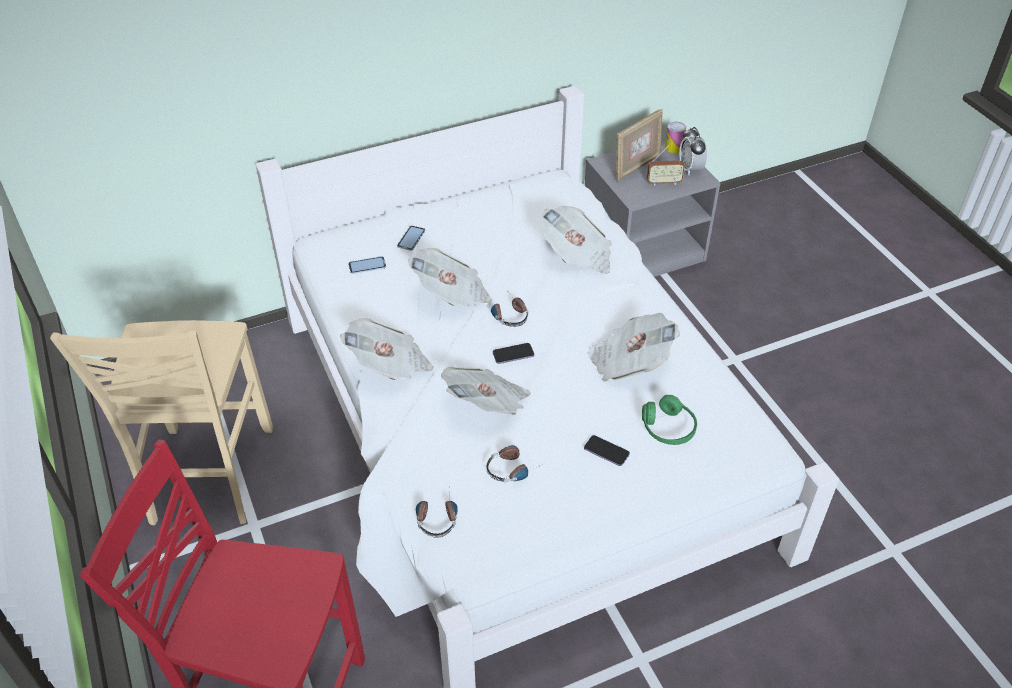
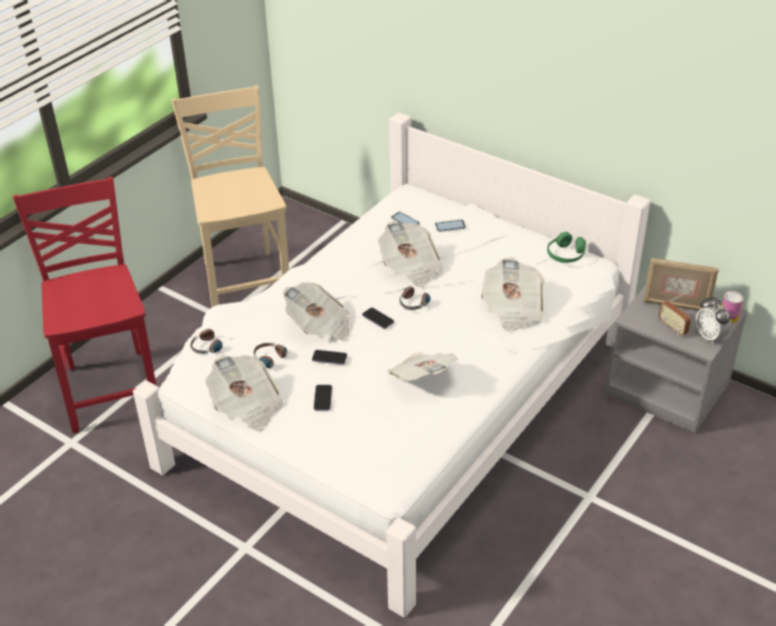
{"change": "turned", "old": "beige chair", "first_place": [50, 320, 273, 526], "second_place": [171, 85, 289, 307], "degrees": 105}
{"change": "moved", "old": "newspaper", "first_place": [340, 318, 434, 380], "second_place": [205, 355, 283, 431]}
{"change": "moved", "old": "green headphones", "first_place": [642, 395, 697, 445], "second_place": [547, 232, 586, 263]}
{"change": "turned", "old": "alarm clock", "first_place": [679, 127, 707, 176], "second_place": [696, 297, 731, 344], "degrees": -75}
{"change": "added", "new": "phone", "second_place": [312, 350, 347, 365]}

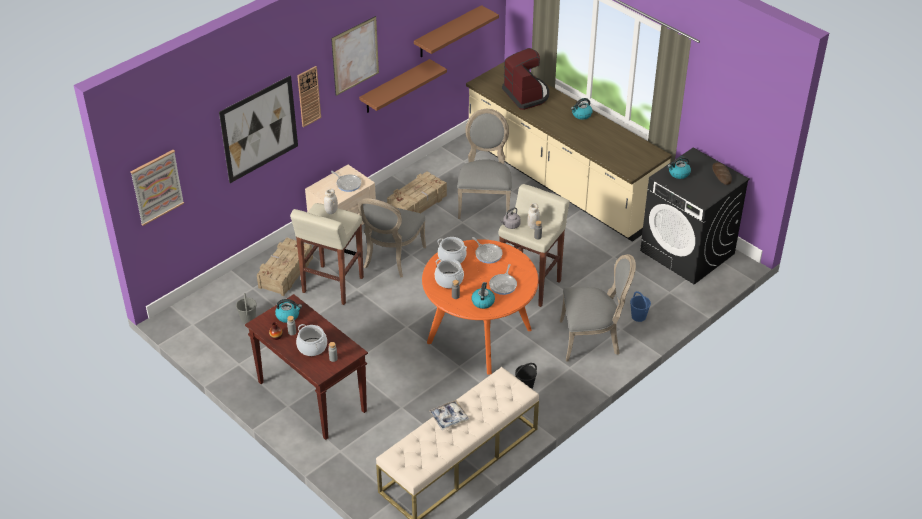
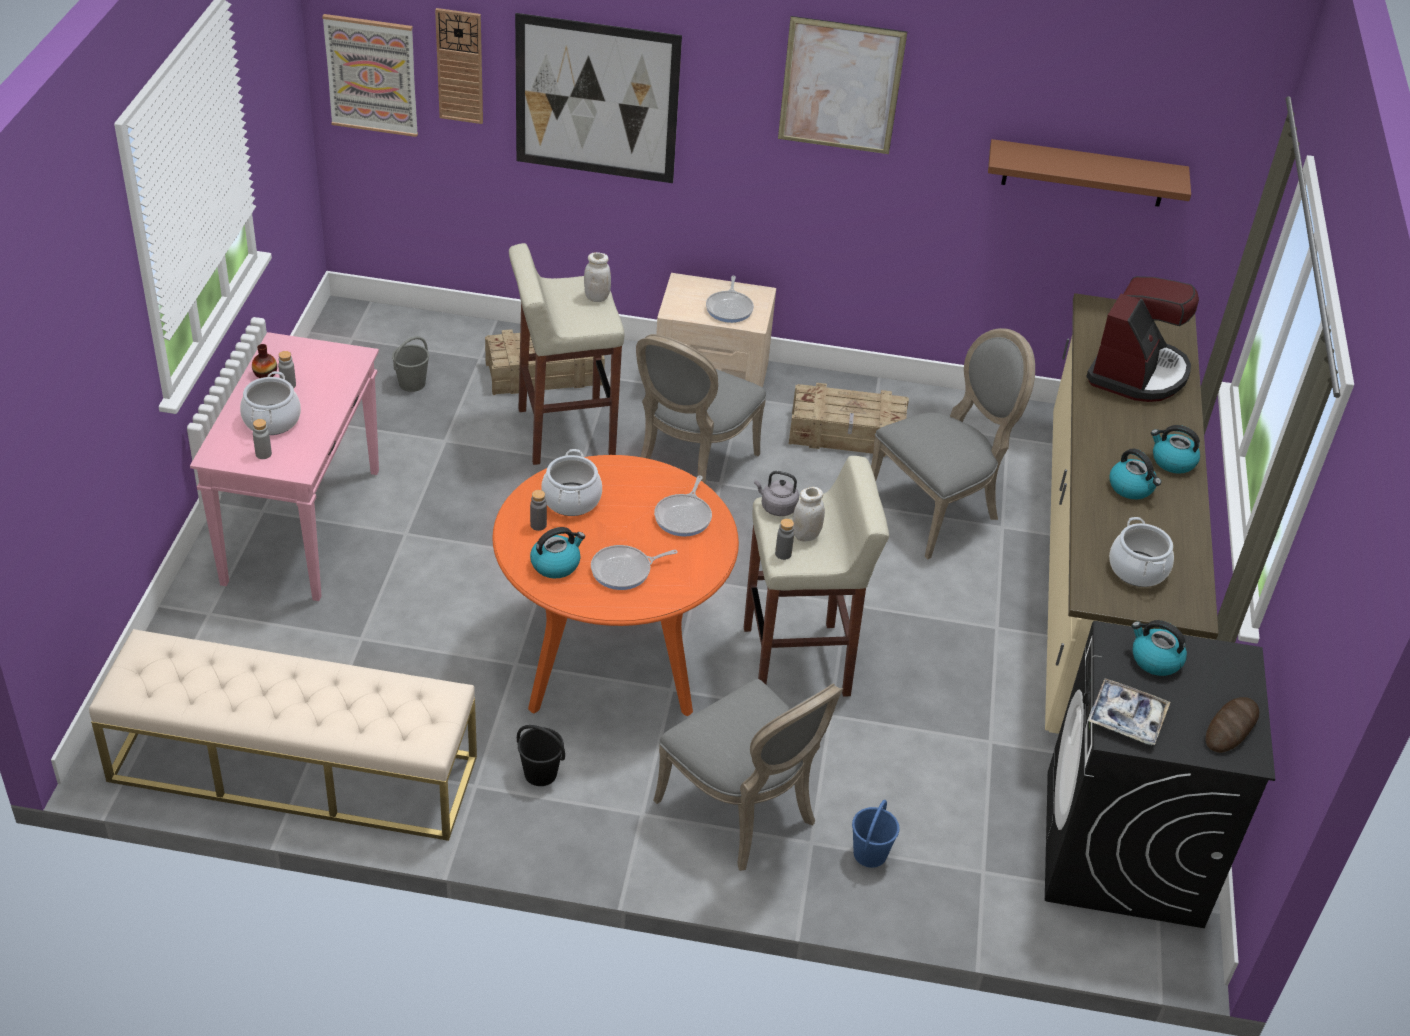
{"change": "recoloured", "old": "brown console table", "new": "pink console table", "first_place": [245, 294, 368, 440], "second_place": [190, 332, 379, 601]}
{"change": "moved", "old": "kettle", "first_place": [275, 299, 302, 323], "second_place": [1109, 449, 1161, 499]}
{"change": "moved", "old": "wall clock", "first_place": [297, 66, 321, 127], "second_place": [435, 8, 483, 124]}
{"change": "turned", "old": "grey chair", "first_place": [358, 198, 426, 277], "second_place": [636, 334, 767, 484], "degrees": -45}
{"change": "removed", "old": "brown shelf", "first_place": [359, 59, 447, 113]}
{"change": "moved", "old": "tray", "first_place": [429, 400, 469, 430], "second_place": [1087, 678, 1171, 745]}
{"change": "moved", "old": "cooking pot", "first_place": [437, 237, 467, 263], "second_place": [1109, 517, 1174, 587]}

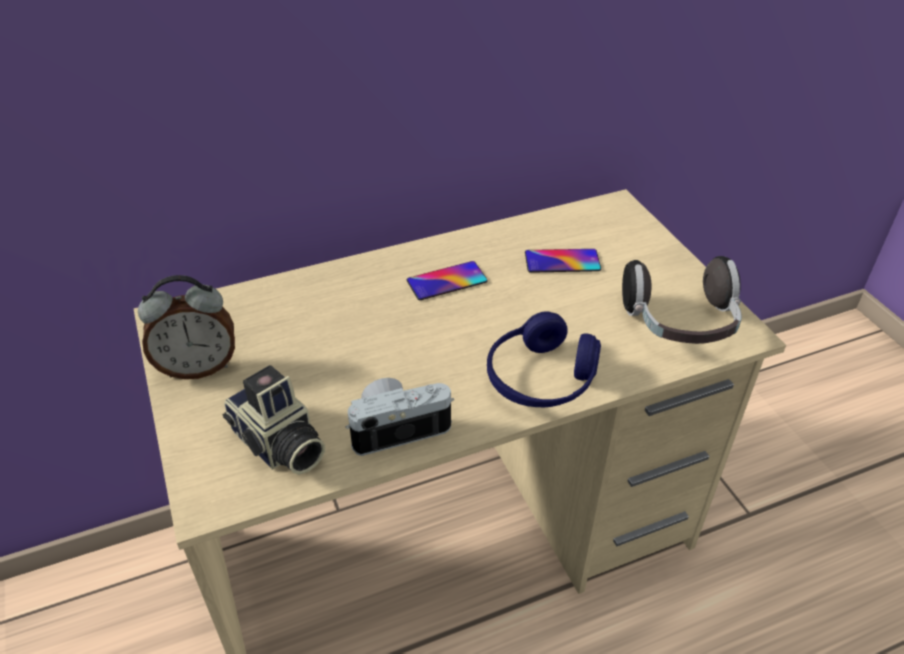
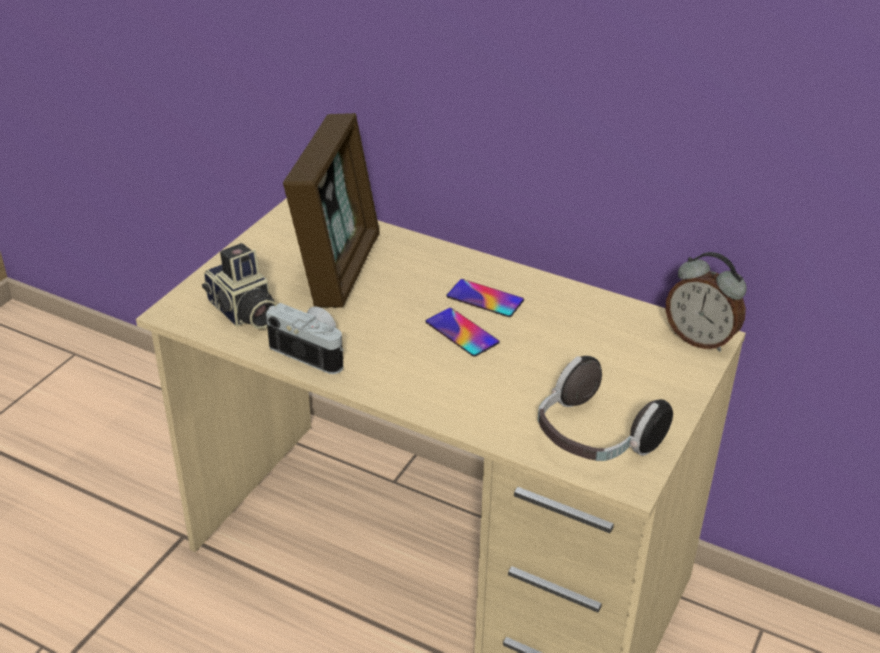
{"change": "moved", "old": "alarm clock", "first_place": [138, 275, 235, 379], "second_place": [666, 252, 747, 352]}
{"change": "turned", "old": "photo camera", "first_place": [222, 365, 325, 475], "second_place": [202, 243, 277, 329], "degrees": -45}
{"change": "removed", "old": "blue headphones", "first_place": [487, 311, 601, 407]}
{"change": "moved", "old": "phone", "first_place": [525, 249, 601, 273], "second_place": [426, 308, 500, 357]}
{"change": "added", "new": "picture frame", "second_place": [283, 113, 380, 308]}

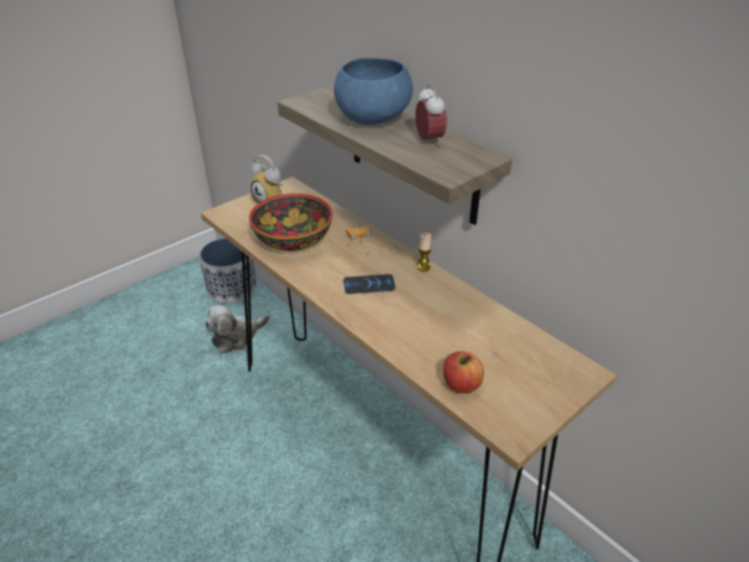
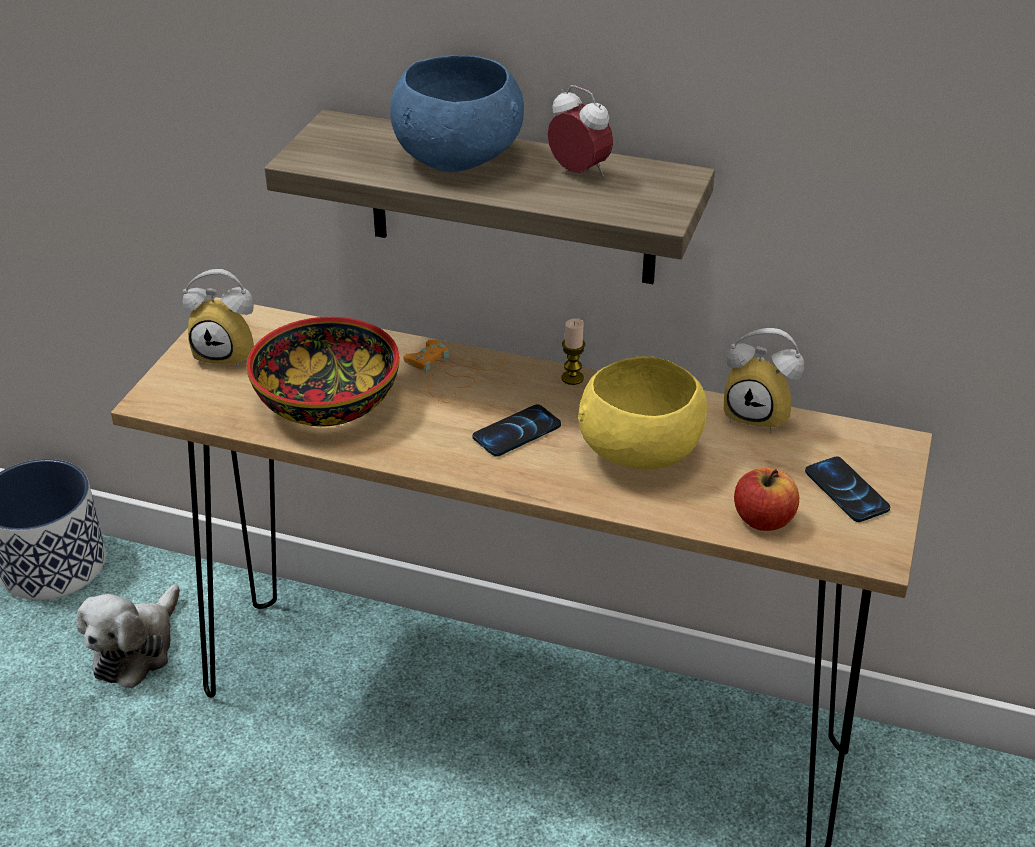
{"change": "added", "new": "yellow bowl", "second_place": [578, 356, 707, 470]}
{"change": "added", "new": "alarm clock", "second_place": [724, 328, 804, 432]}
{"change": "added", "new": "phone", "second_place": [805, 456, 890, 522]}

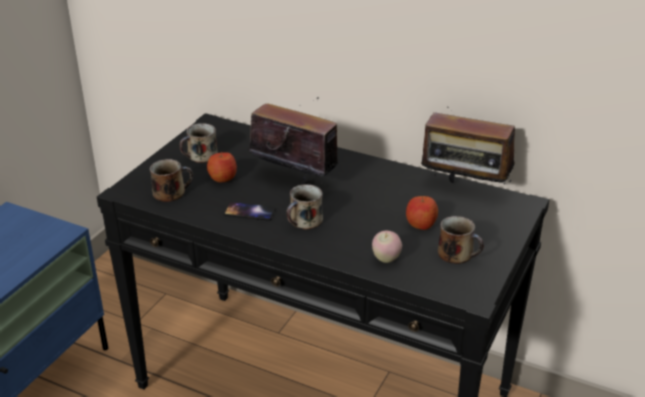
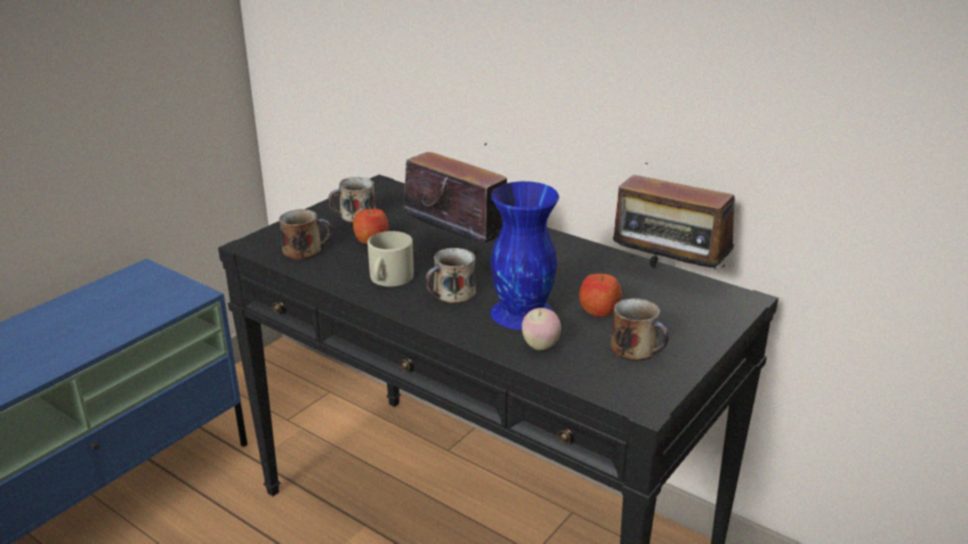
{"change": "replaced", "old": "phone", "new": "beige mug", "first_place": [224, 202, 276, 221], "second_place": [367, 231, 414, 287]}
{"change": "added", "new": "blue vase", "second_place": [490, 181, 559, 330]}

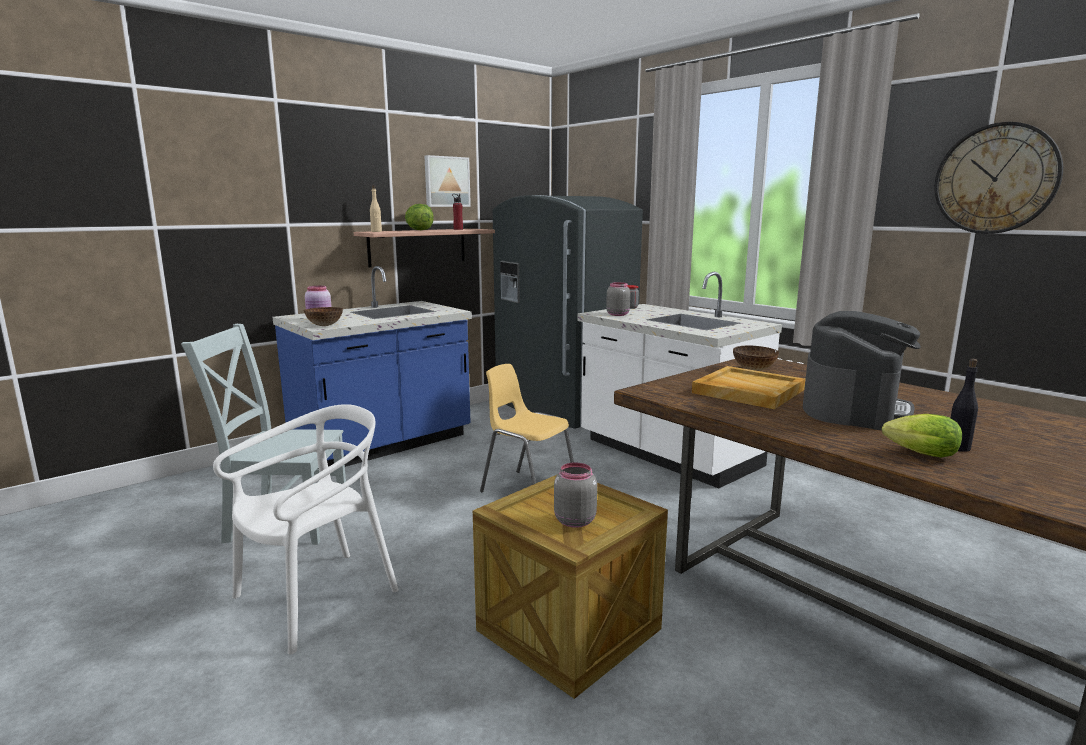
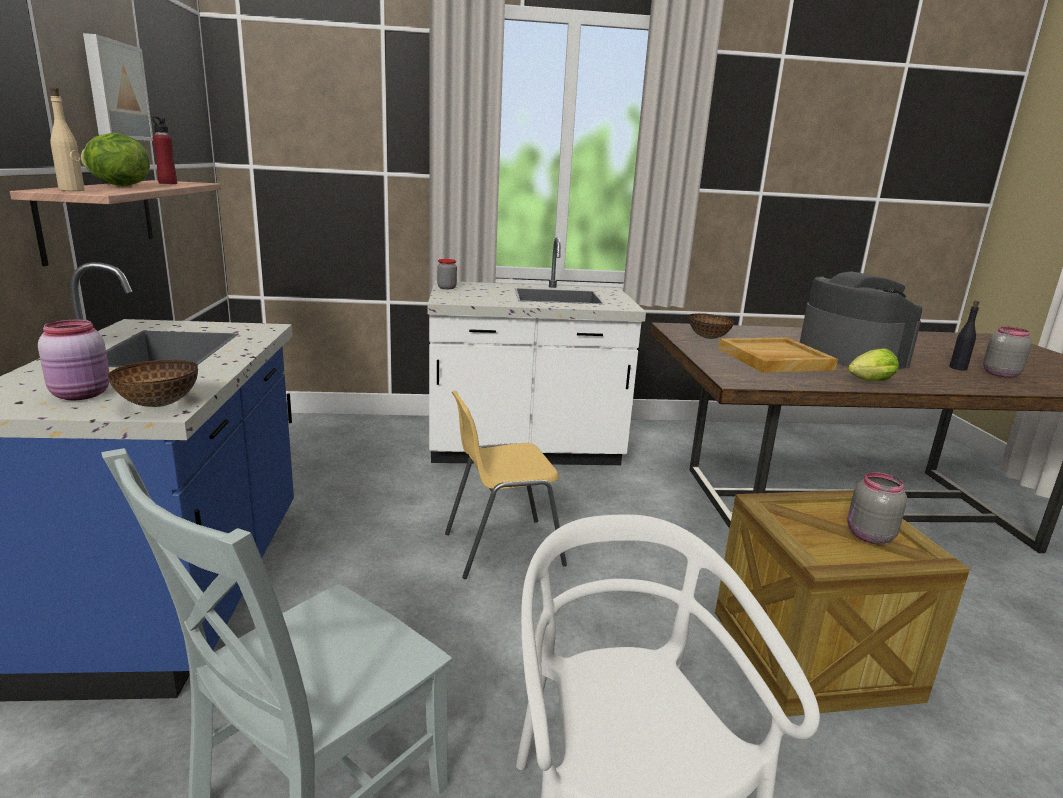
{"change": "removed", "old": "grey fridge", "first_place": [493, 195, 643, 429]}
{"change": "moved", "old": "grey jar", "first_place": [606, 282, 630, 316], "second_place": [983, 326, 1032, 378]}
{"change": "moved", "old": "lettuce", "first_place": [882, 414, 962, 458], "second_place": [848, 348, 899, 381]}
{"change": "removed", "old": "wall clock", "first_place": [935, 122, 1063, 234]}

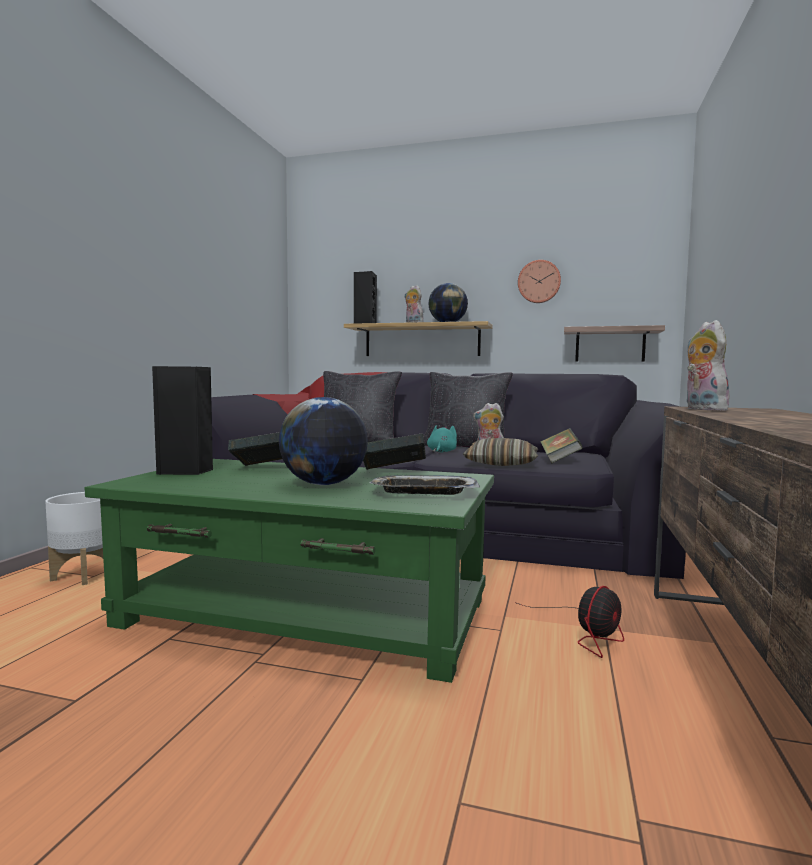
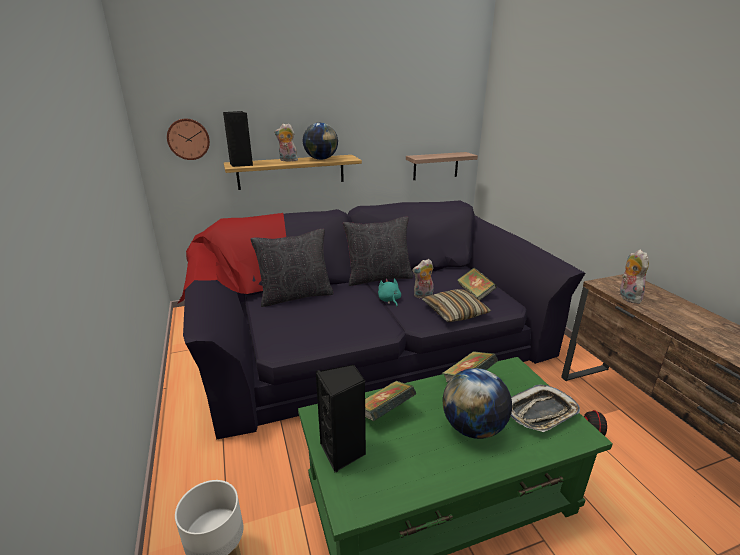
{"change": "moved", "old": "wall clock", "first_place": [518, 260, 561, 303], "second_place": [167, 118, 210, 160]}
{"change": "turned", "old": "plush toy", "first_place": [686, 320, 734, 411], "second_place": [619, 250, 649, 304], "degrees": 45}

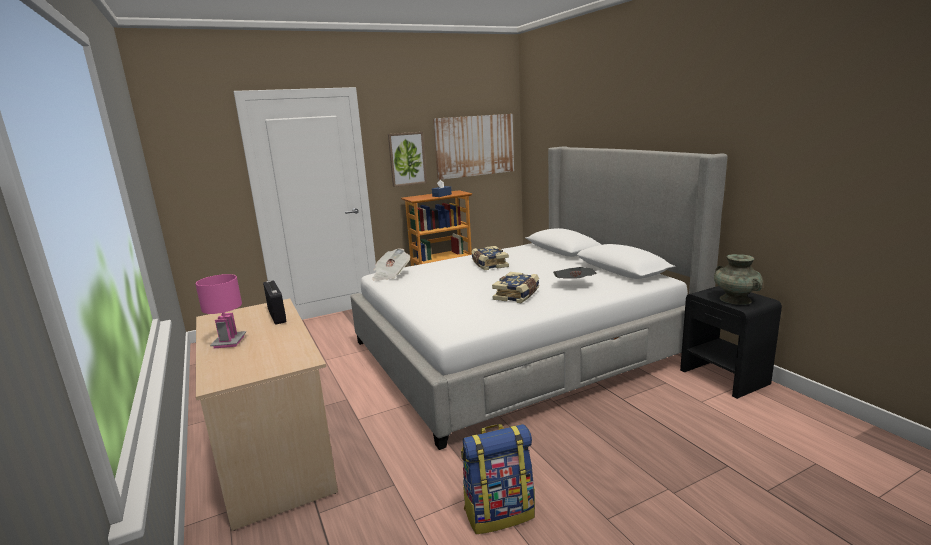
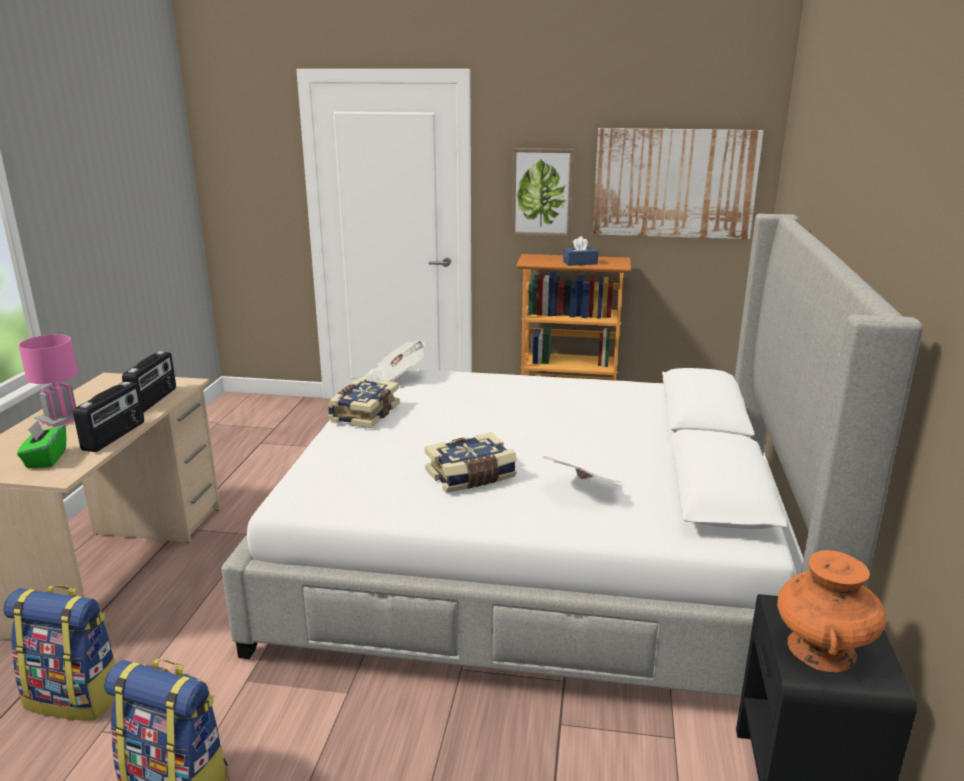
{"change": "moved", "old": "book", "first_place": [471, 246, 509, 270], "second_place": [327, 378, 400, 428]}
{"change": "recoloured", "old": "turquoise vase", "new": "orange vase", "first_place": [714, 254, 763, 305], "second_place": [777, 550, 886, 672]}
{"change": "added", "new": "backpack", "second_place": [3, 585, 115, 721]}
{"change": "added", "new": "green tissue box", "second_place": [17, 420, 66, 468]}
{"change": "added", "new": "radio", "second_place": [73, 382, 144, 452]}

